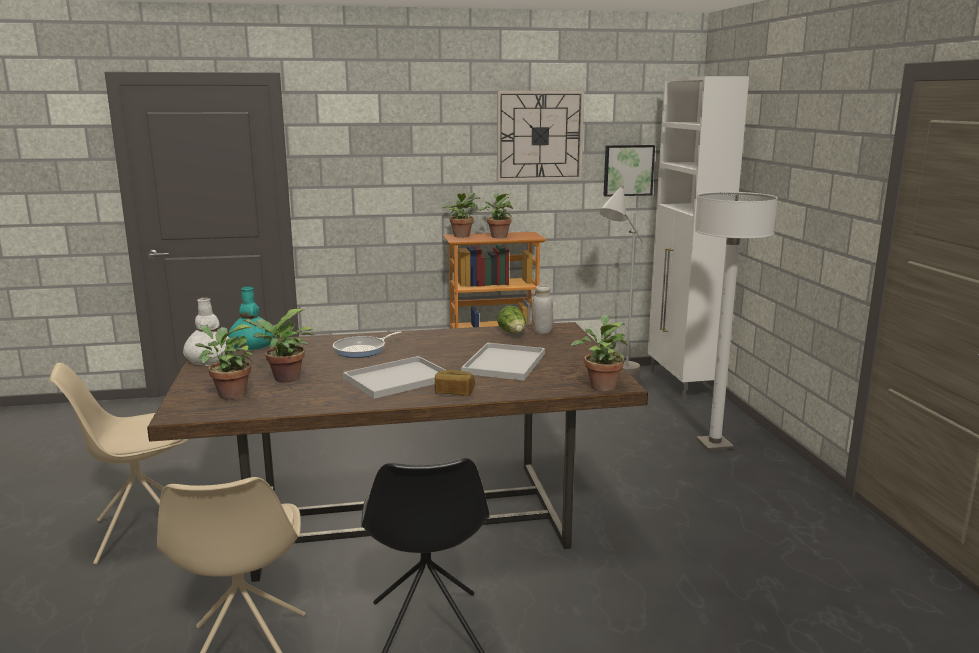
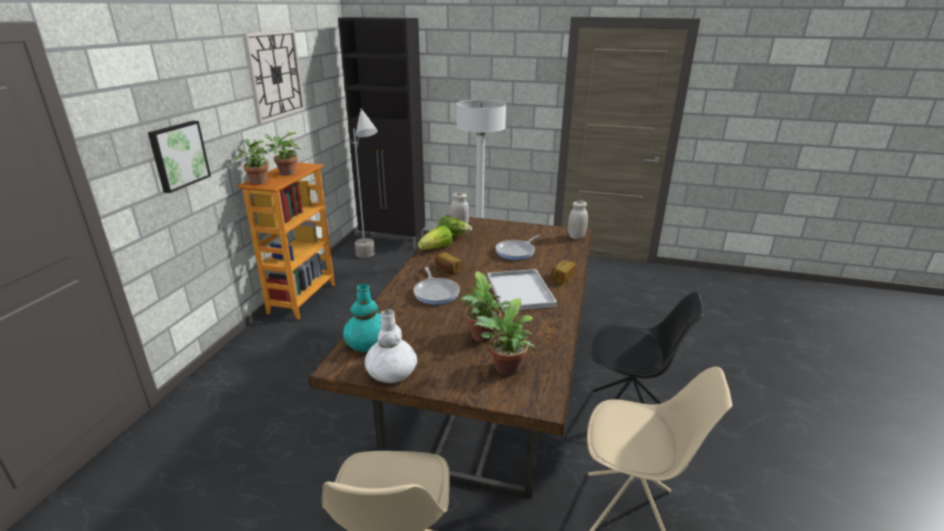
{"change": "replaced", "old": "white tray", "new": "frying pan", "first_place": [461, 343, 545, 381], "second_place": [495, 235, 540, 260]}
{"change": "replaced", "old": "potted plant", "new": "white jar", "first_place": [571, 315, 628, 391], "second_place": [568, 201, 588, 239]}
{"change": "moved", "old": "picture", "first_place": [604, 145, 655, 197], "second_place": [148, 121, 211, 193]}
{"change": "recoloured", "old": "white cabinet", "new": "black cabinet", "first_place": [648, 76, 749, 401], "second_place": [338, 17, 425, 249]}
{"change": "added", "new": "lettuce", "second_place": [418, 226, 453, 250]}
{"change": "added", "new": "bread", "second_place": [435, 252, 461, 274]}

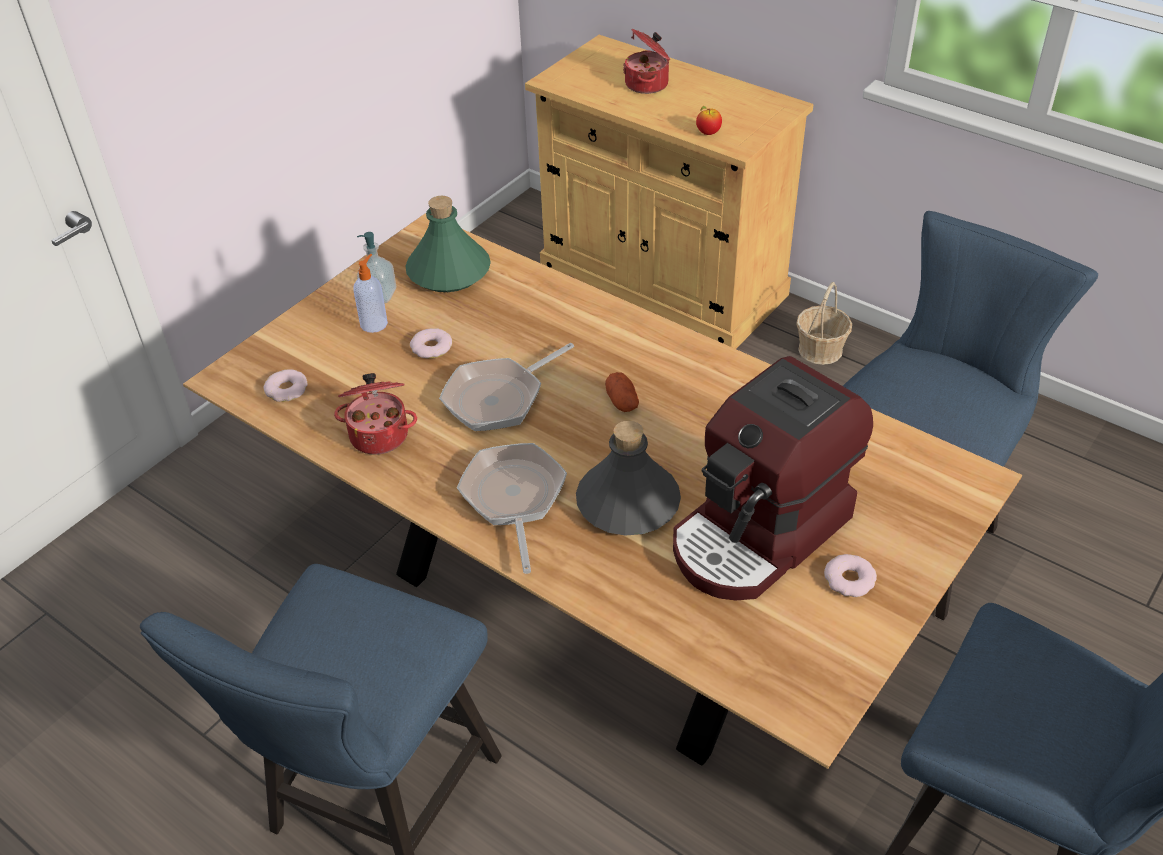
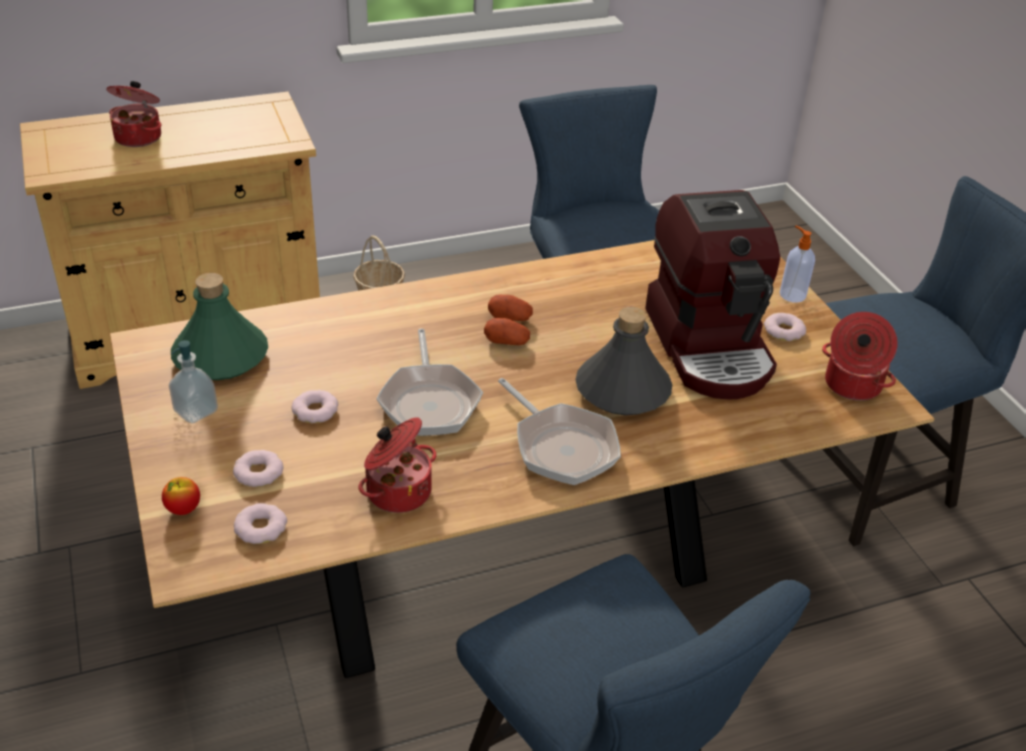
{"change": "moved", "old": "soap dispenser", "first_place": [353, 254, 388, 333], "second_place": [780, 225, 815, 303]}
{"change": "turned", "old": "frying pan", "first_place": [457, 443, 567, 574], "second_place": [498, 378, 621, 485], "degrees": -150}
{"change": "moved", "old": "apple", "first_place": [696, 106, 722, 135], "second_place": [162, 477, 200, 515]}
{"change": "added", "new": "donut", "second_place": [233, 450, 284, 487]}
{"change": "added", "new": "potato", "second_place": [488, 294, 533, 321]}
{"change": "added", "new": "cooking pot", "second_place": [822, 312, 897, 401]}

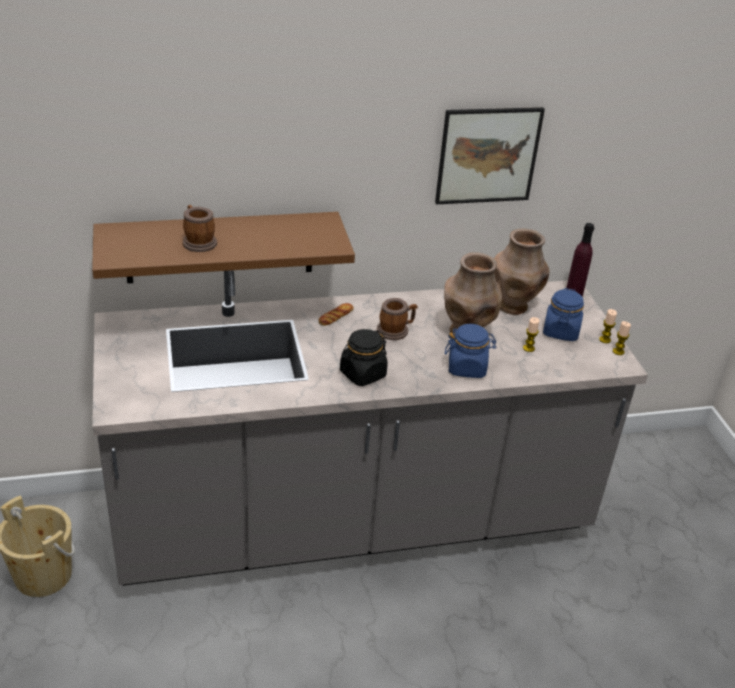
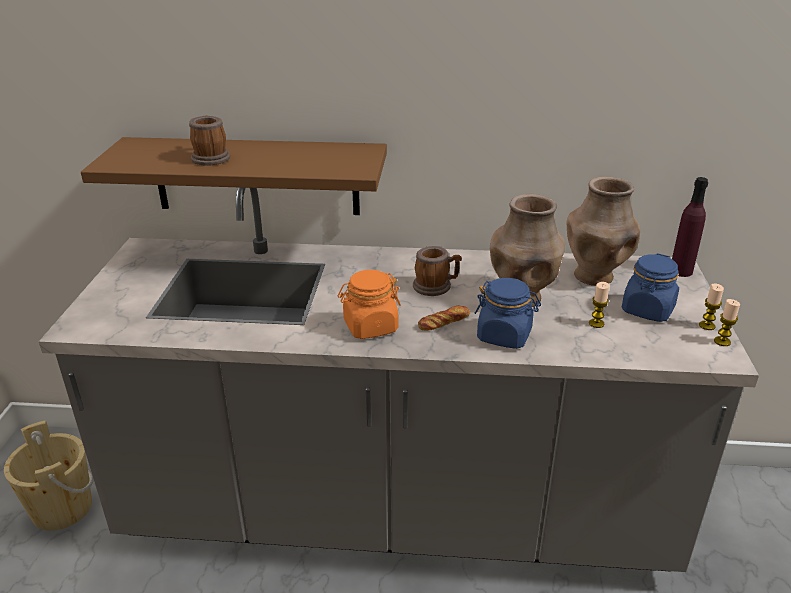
{"change": "moved", "old": "bread", "first_place": [319, 303, 353, 326], "second_place": [418, 306, 470, 331]}
{"change": "recoloured", "old": "black jar", "new": "orange jar", "first_place": [340, 329, 388, 386], "second_place": [338, 270, 401, 339]}
{"change": "removed", "old": "picture", "first_place": [435, 107, 545, 204]}

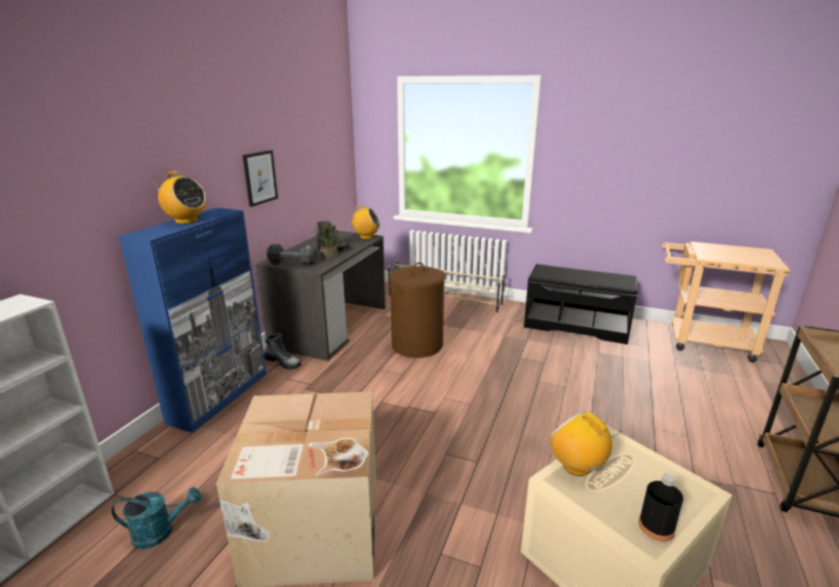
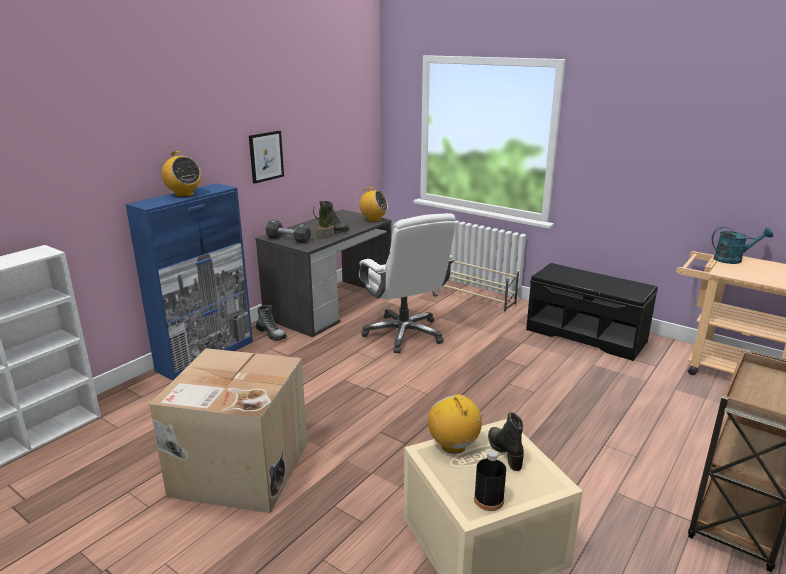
{"change": "moved", "old": "turquoise watering can", "first_place": [111, 487, 201, 549], "second_place": [712, 227, 773, 264]}
{"change": "replaced", "old": "brown laundry basket", "new": "white office chair", "first_place": [388, 262, 445, 358], "second_place": [359, 213, 456, 353]}
{"change": "added", "new": "black boot", "second_place": [488, 412, 524, 471]}

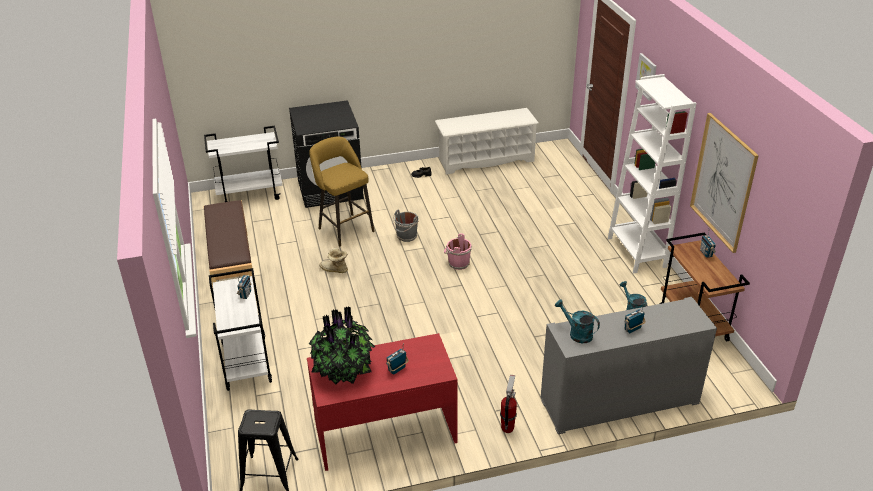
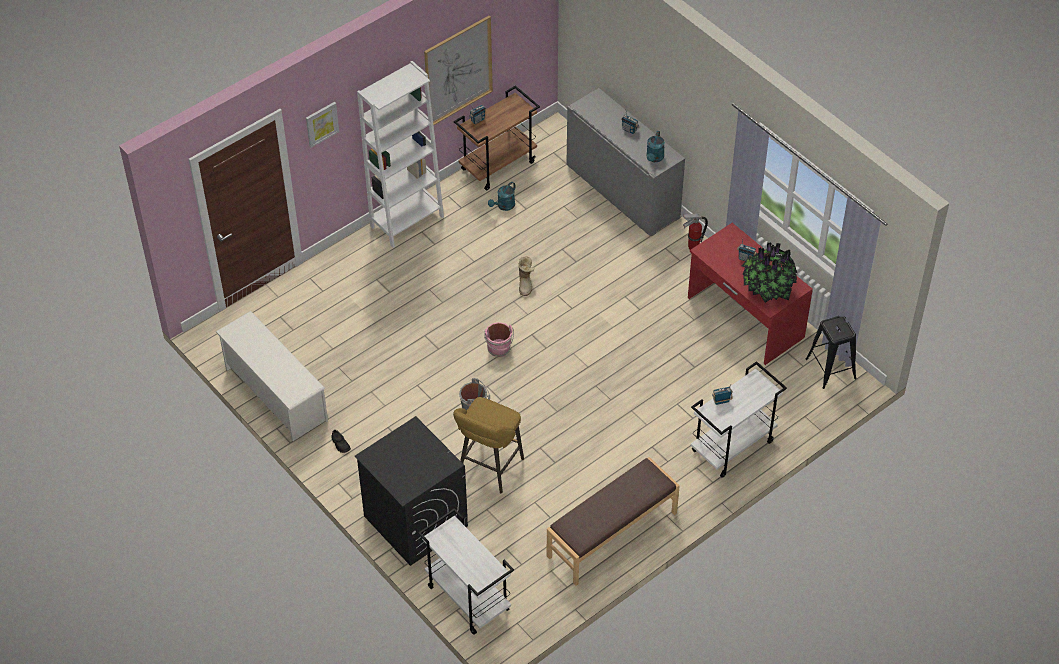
{"change": "moved", "old": "boot", "first_place": [320, 248, 348, 273], "second_place": [518, 256, 535, 296]}

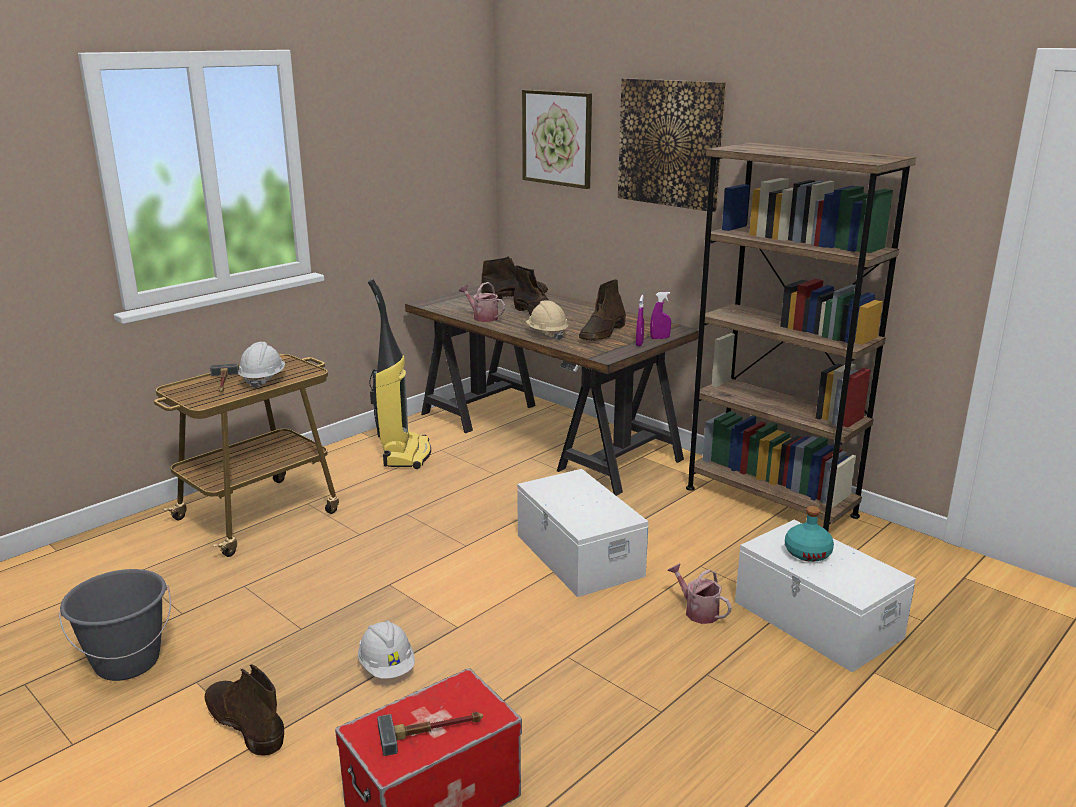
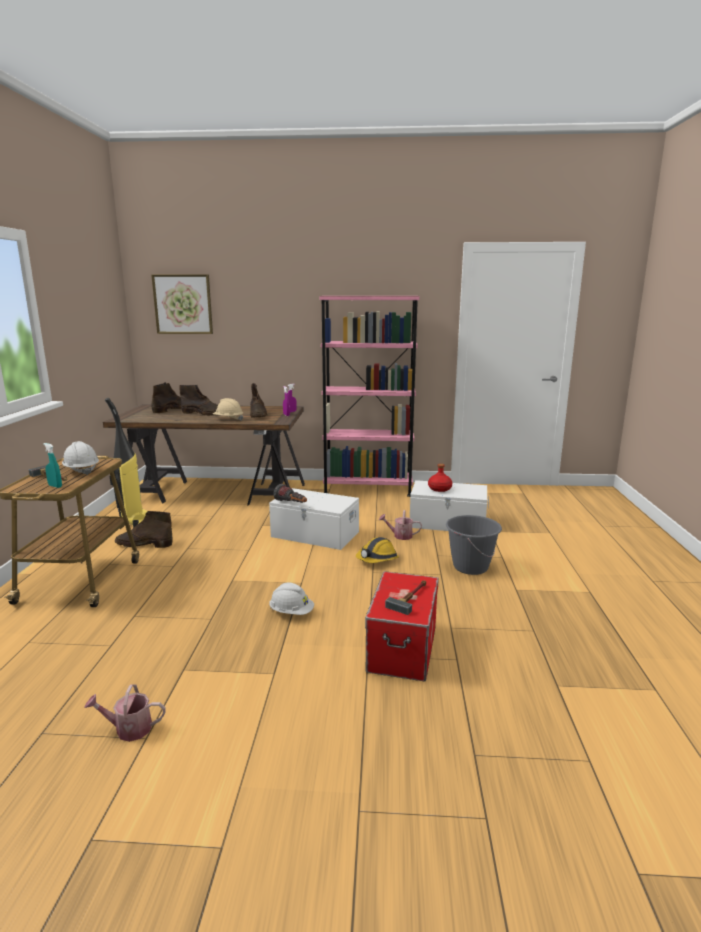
{"change": "moved", "old": "grey bucket", "first_place": [58, 569, 171, 681], "second_place": [446, 515, 502, 575]}
{"change": "moved", "old": "brown boot", "first_place": [205, 664, 284, 756], "second_place": [115, 511, 173, 548]}
{"change": "moved", "old": "watering can", "first_place": [459, 282, 505, 322], "second_place": [84, 684, 166, 742]}
{"change": "removed", "old": "picture", "first_place": [618, 78, 726, 212]}
{"change": "recoloured", "old": "brown bookcase", "new": "pink bookcase", "first_place": [686, 143, 916, 532], "second_place": [320, 296, 420, 497]}
{"change": "recoloured", "old": "turquoise bottle", "new": "red bottle", "first_place": [785, 506, 834, 562], "second_place": [428, 464, 452, 492]}
{"change": "added", "new": "turquoise spray bottle", "second_place": [43, 443, 62, 488]}
{"change": "added", "new": "flashlight", "second_place": [274, 484, 307, 503]}
{"change": "added", "new": "hard hat", "second_place": [356, 537, 399, 563]}

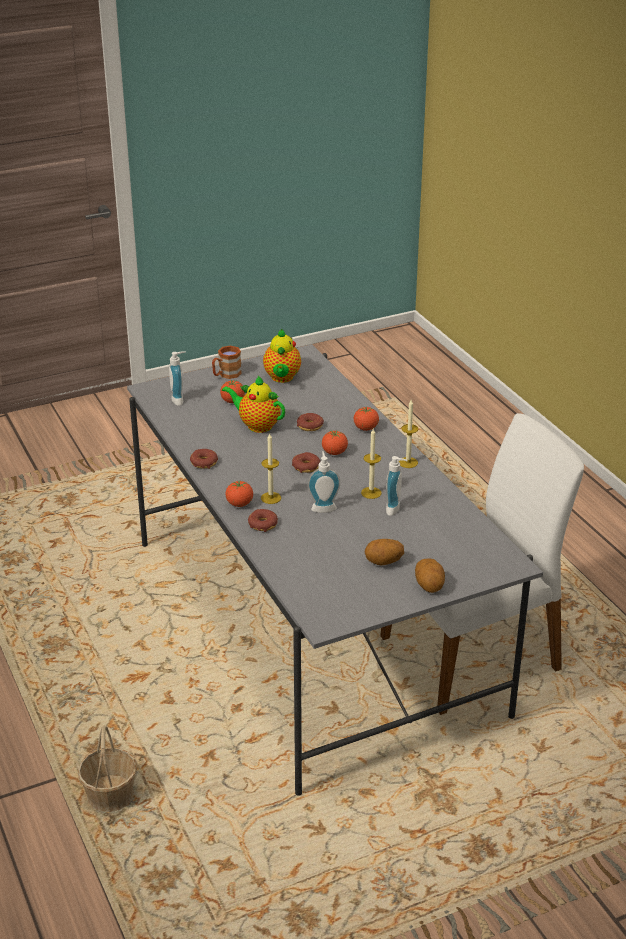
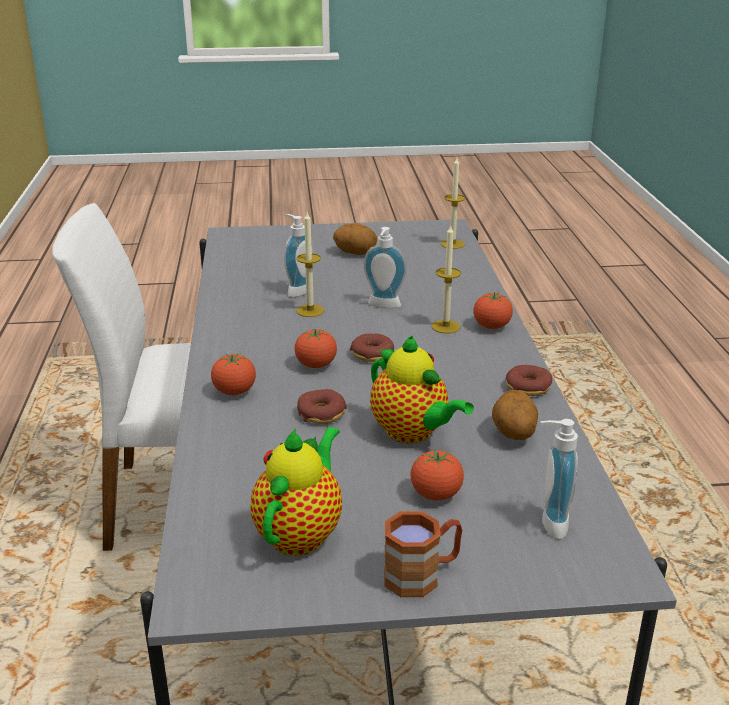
{"change": "removed", "old": "basket", "first_place": [78, 726, 137, 812]}
{"change": "removed", "old": "donut", "first_place": [248, 509, 278, 532]}
{"change": "moved", "old": "candle", "first_place": [399, 400, 418, 468], "second_place": [441, 158, 465, 249]}
{"change": "moved", "old": "potato", "first_place": [415, 558, 445, 593], "second_place": [492, 390, 538, 440]}

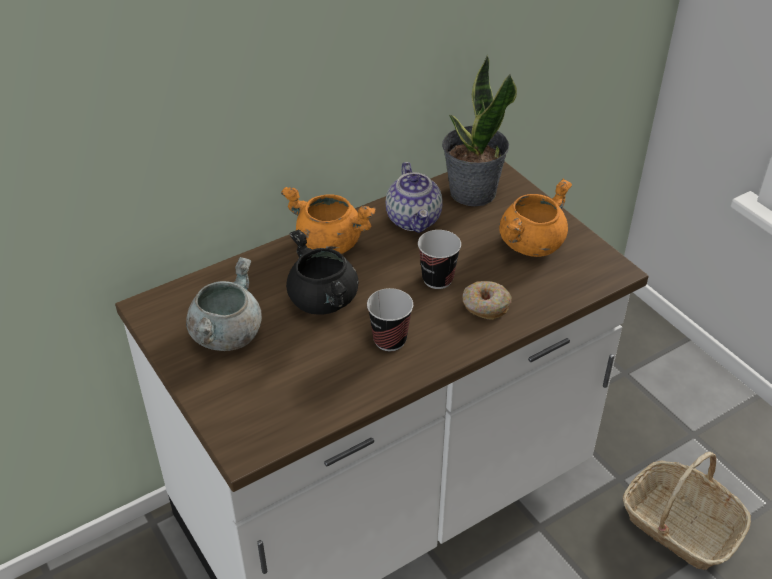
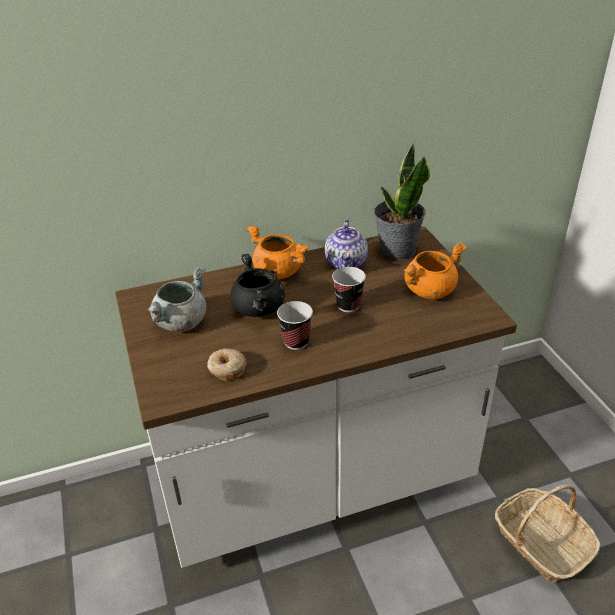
{"change": "moved", "old": "donut", "first_place": [463, 281, 511, 320], "second_place": [207, 348, 246, 381]}

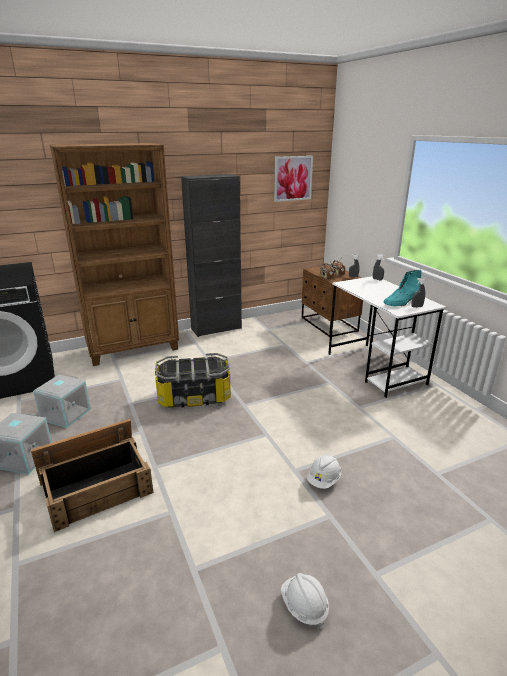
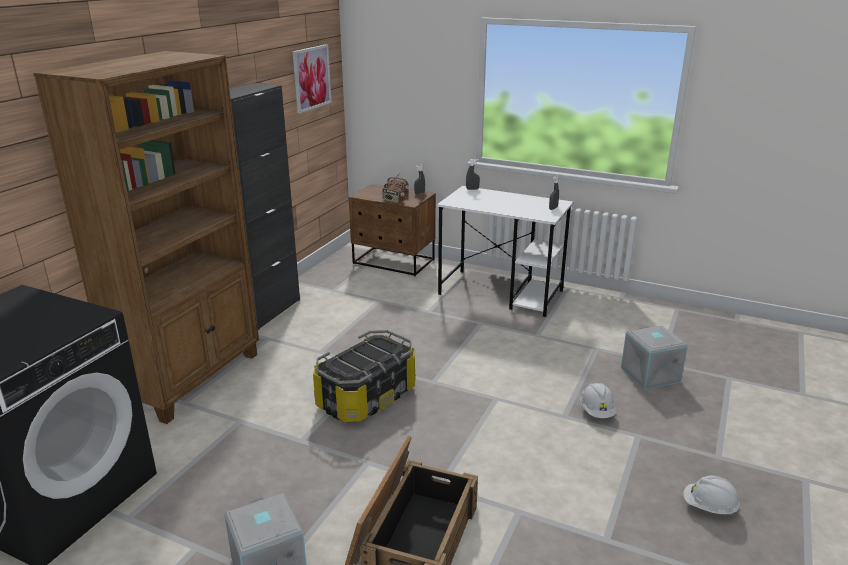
{"change": "moved", "old": "grey storage box", "first_place": [33, 375, 91, 428], "second_place": [621, 325, 688, 390]}
{"change": "removed", "old": "turquoise boot", "first_place": [384, 270, 422, 306]}

